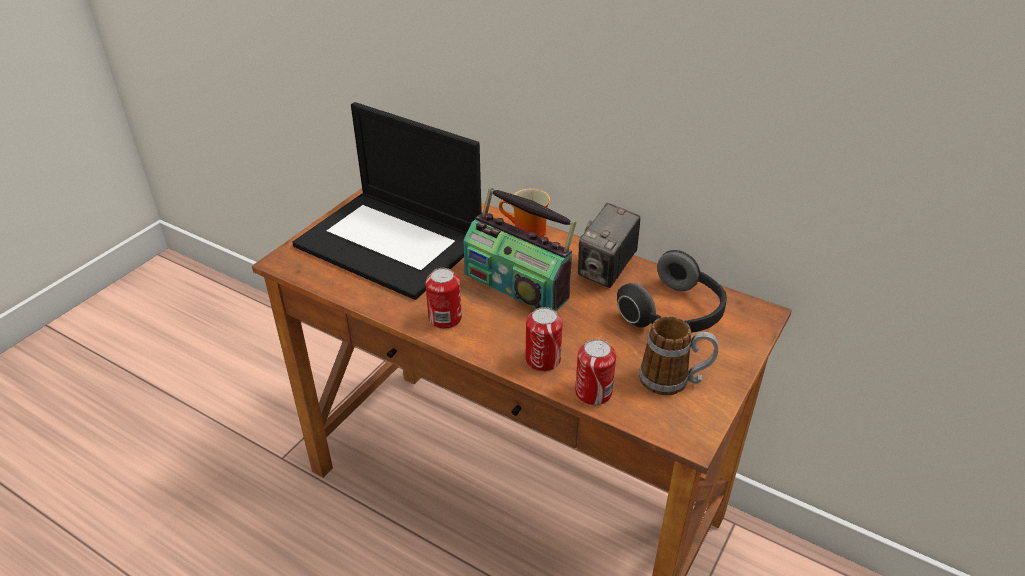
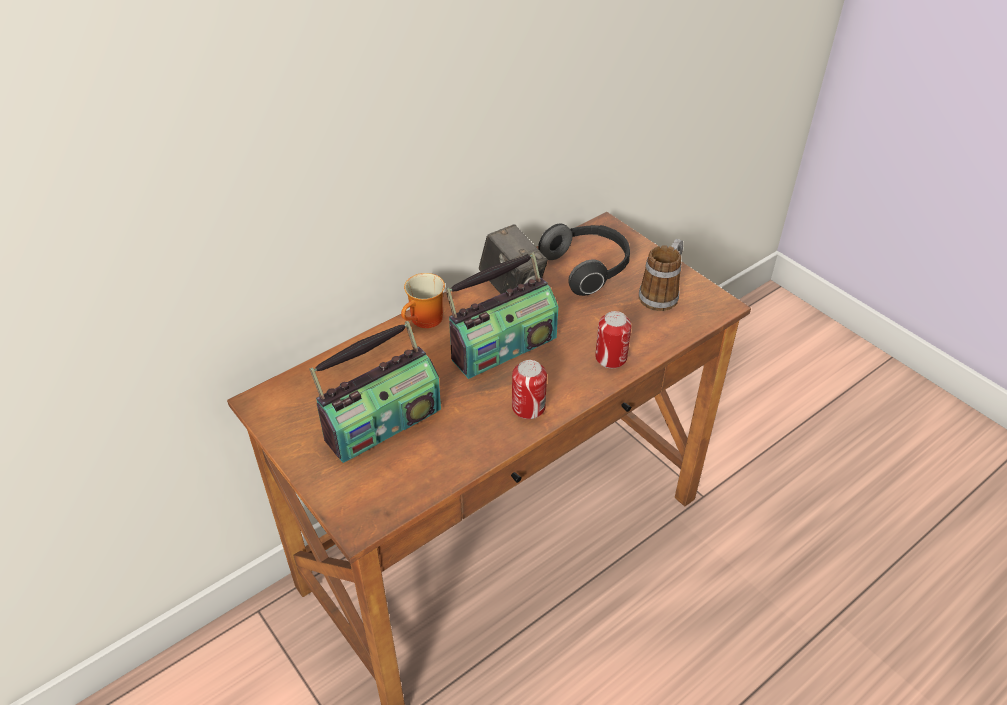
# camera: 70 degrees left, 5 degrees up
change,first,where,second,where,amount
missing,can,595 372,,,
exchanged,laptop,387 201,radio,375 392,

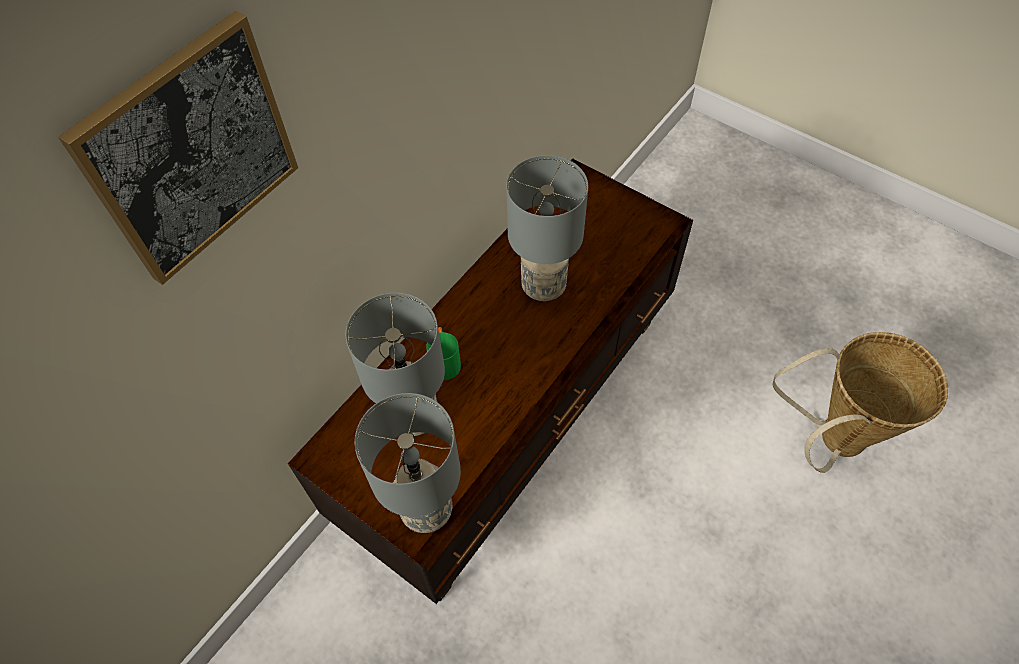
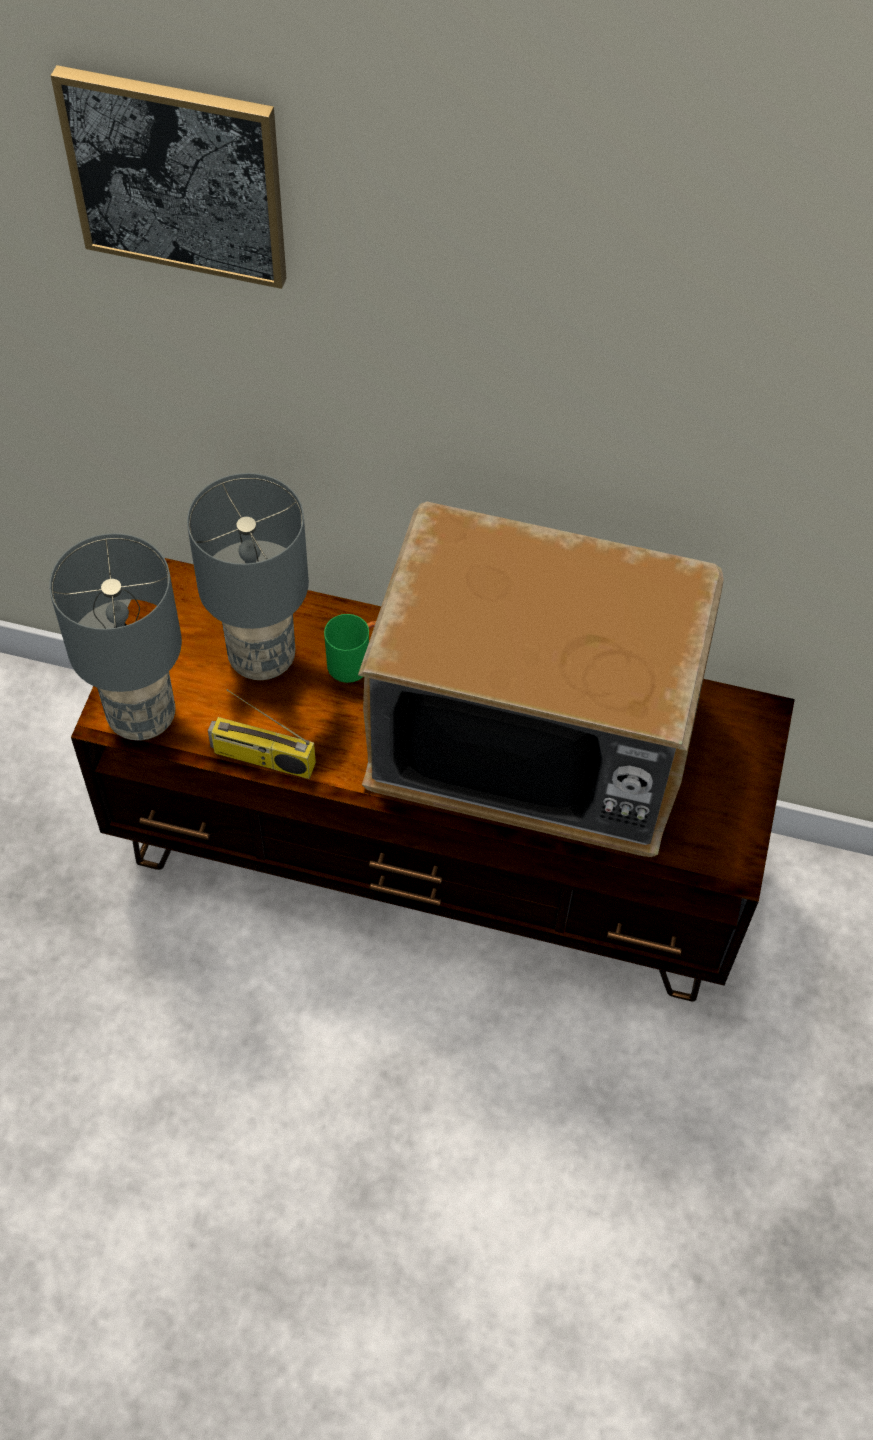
# camera: 65 degrees right, 0 degrees up
change,first,where,second,where,amount
missing,basket,860 402,,,
appeared,,,radio,262 734,
exchanged,table lamp/grey,547 228,television,541 679,

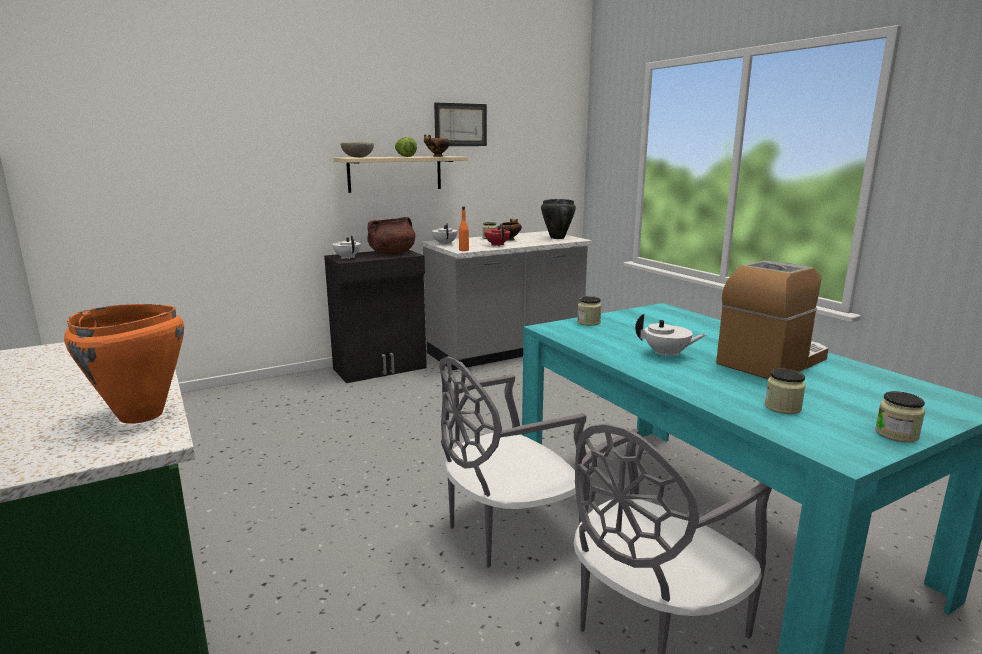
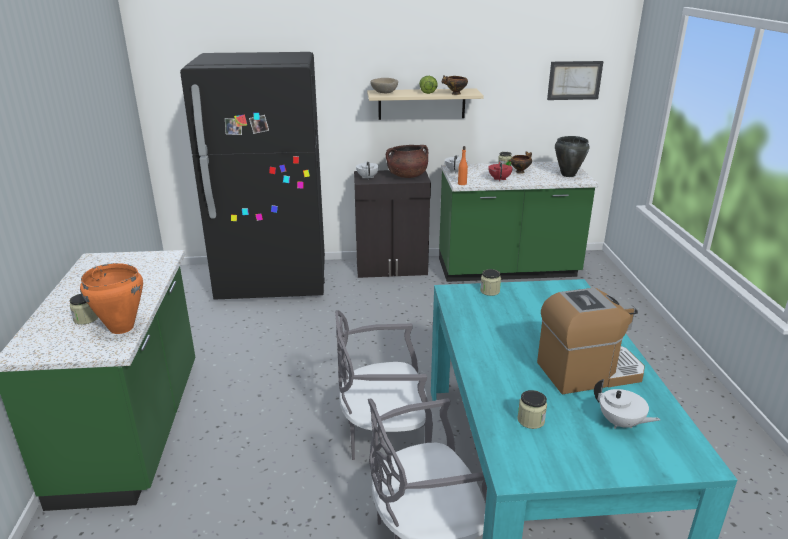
# camera: 25 degrees right, 10 degrees up
change,first,where,second,where,amount
appeared,,,fridge/black,252 176,
relocated,picture,460 124,,575 80,
relocated,teapot/white,670 336,,627 404,
relocated,jar,900 417,,83 309,
colour,counter/grey,507 300,counter/green,519 221,

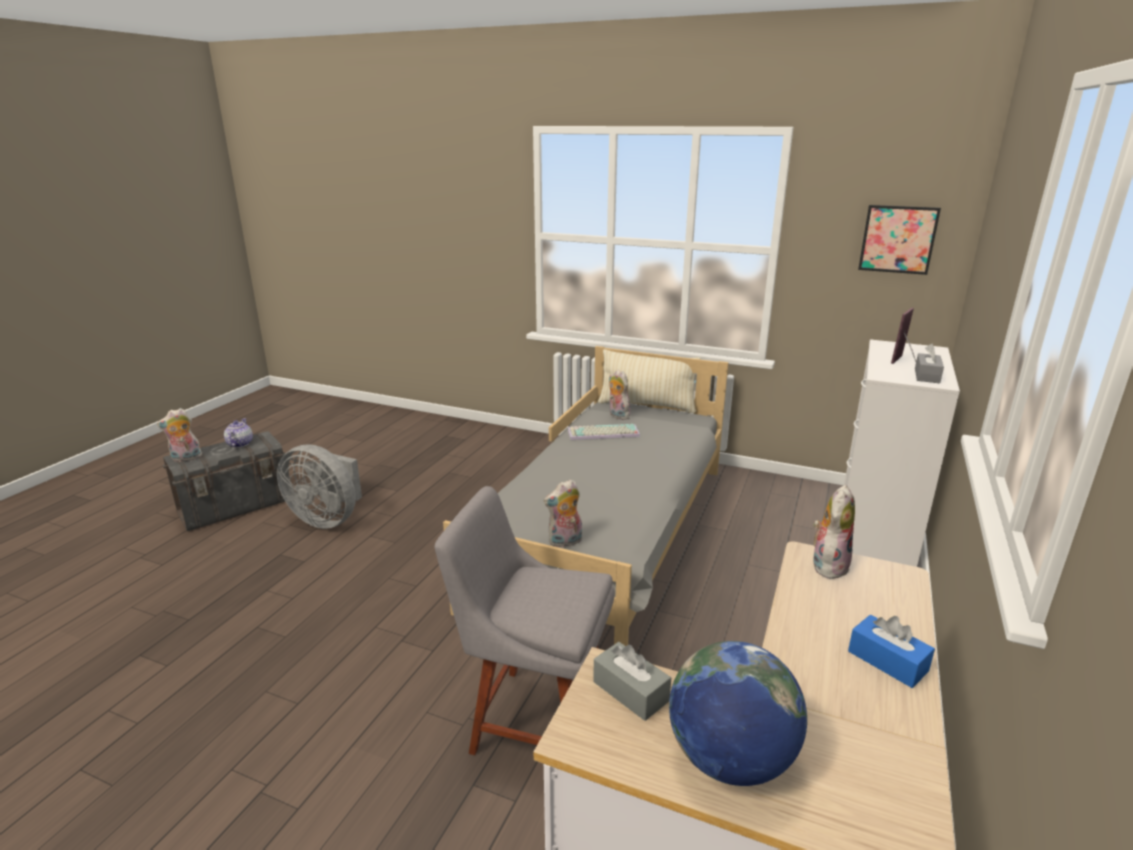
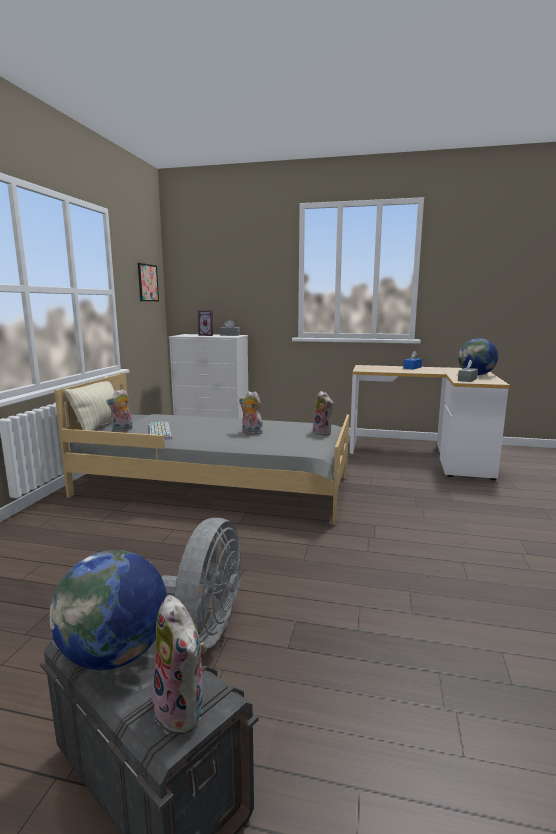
# camera: 100 degrees left, 10 degrees down
change,first,where,second,where,amount
missing,chair/grey,525 620,,,
relocated,plush toy,834 533,,251 413,
exchanged,teapot,238 433,globe,108 610,

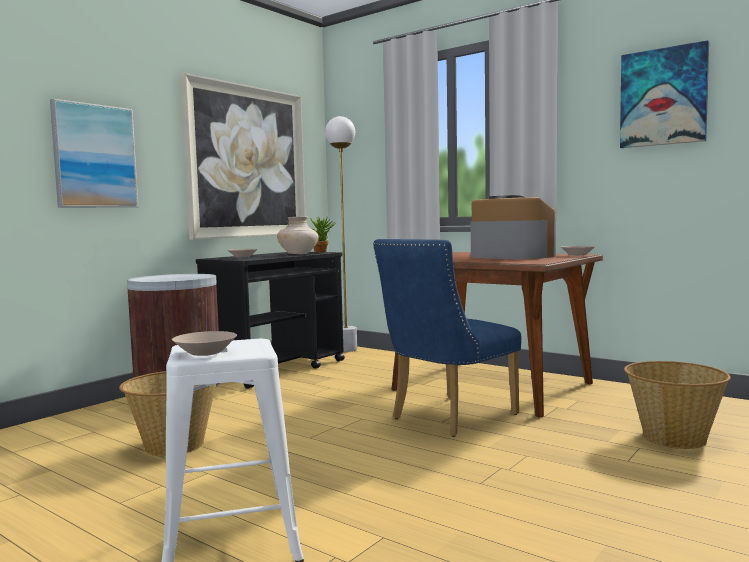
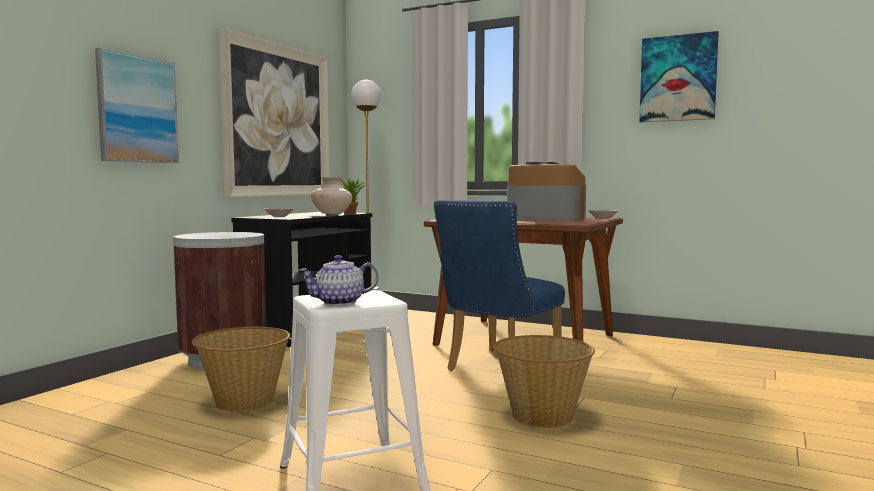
# camera: 10 degrees left, 0 degrees up
change,first,where,second,where,amount
relocated,basket,677 405,,544 381,
exchanged,bowl/beige,204 343,teapot,338 280,

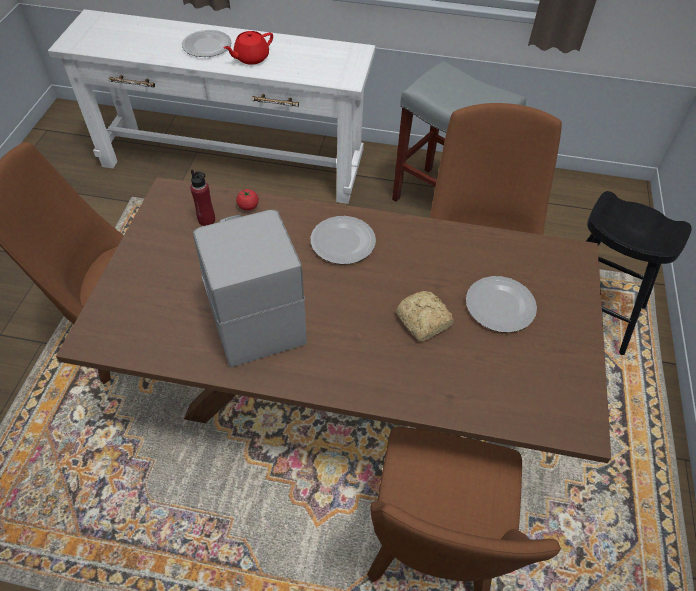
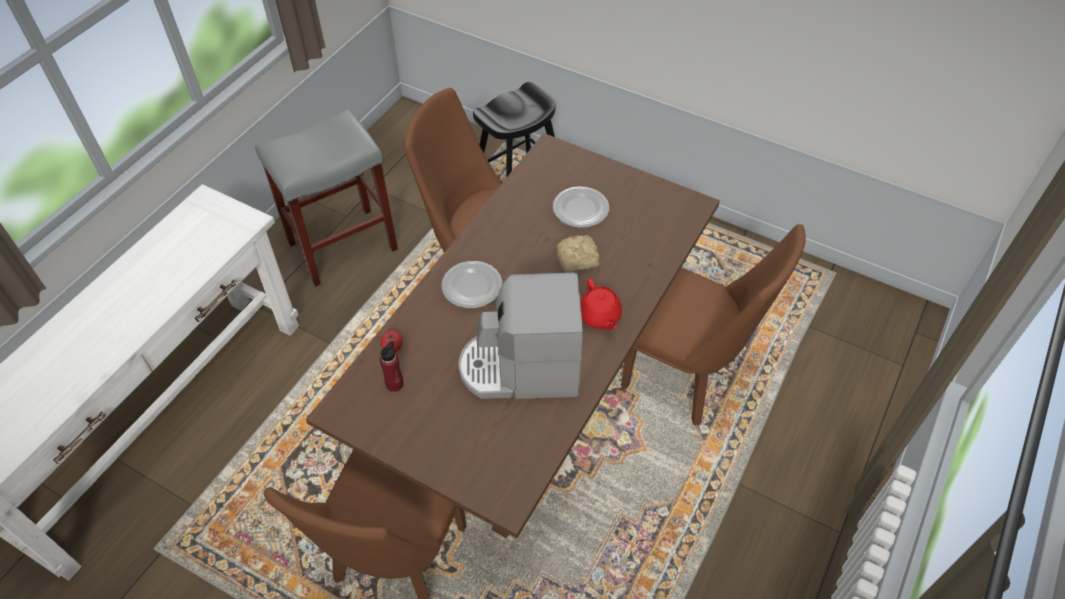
# camera: 70 degrees left, 0 degrees up
change,first,where,second,where,amount
missing,plate,207 43,,,
relocated,teapot/red,248 48,,601 304,

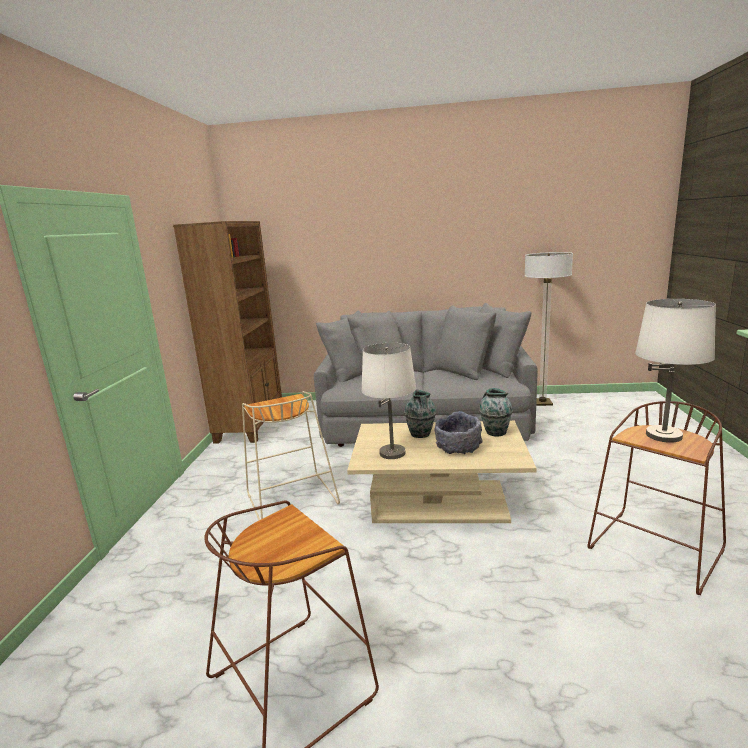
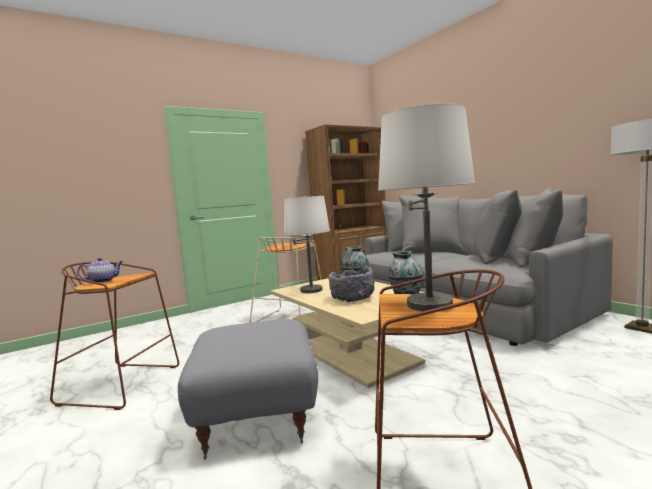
# camera: 50 degrees right, 10 degrees down
change,first,where,second,where,amount
appeared,,,teapot,100 270,
appeared,,,ottoman/grey,248 389,

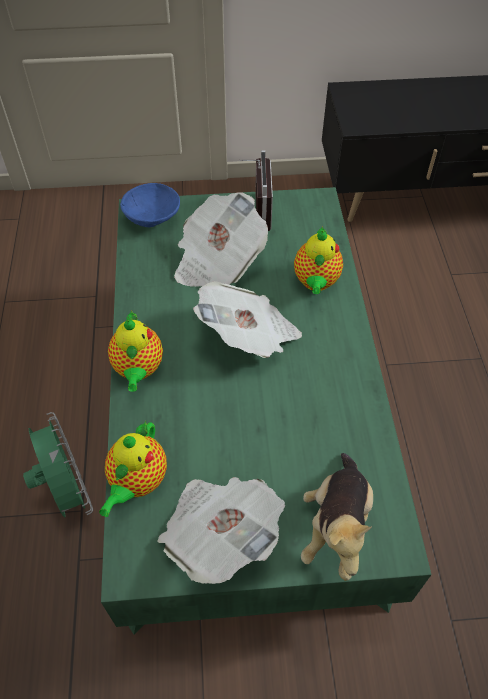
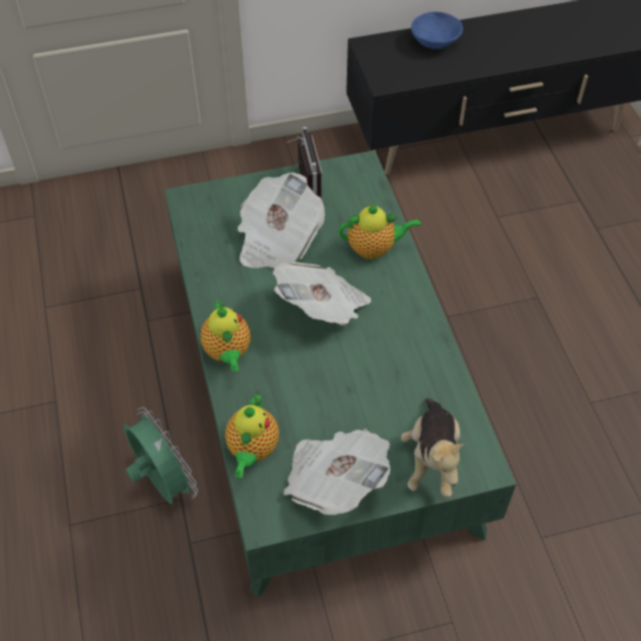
# camera: 10 degrees left, 0 degrees up
change,first,where,second,where,amount
relocated,bowl/blue,150 205,,437 30,
spun,teapot,318 260,,380 231,90 degrees counterclockwise

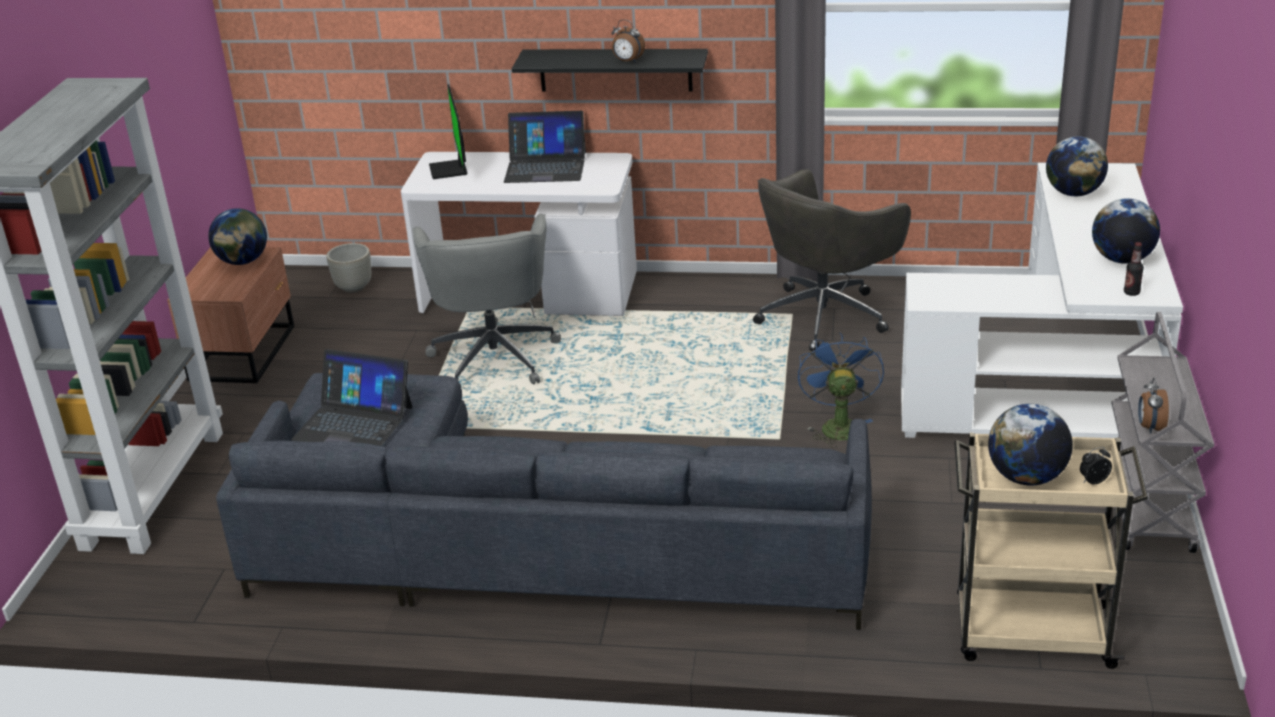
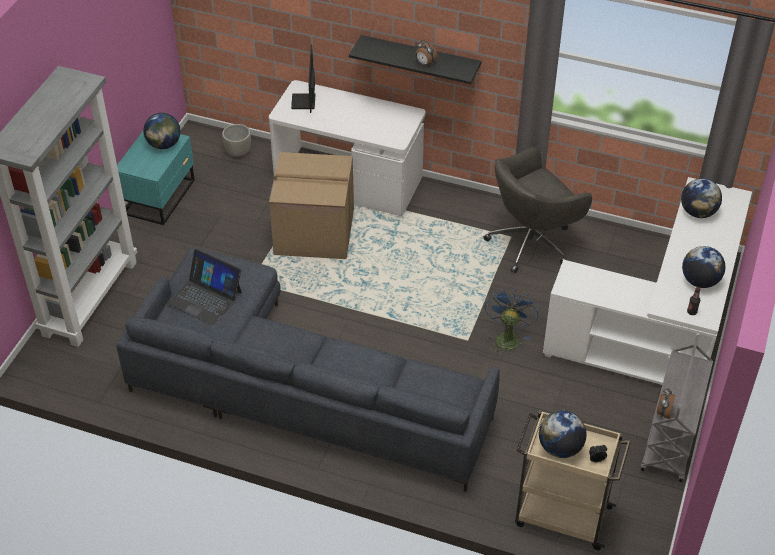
# camera: 10 degrees right, 15 degrees up
change,first,where,second,where,amount
missing,laptop,545 147,,,
exchanged,office chair/grey,486 299,cardboard box,311 205,
colour,nightstand/brown,230 315,nightstand/turquoise,156 178,

